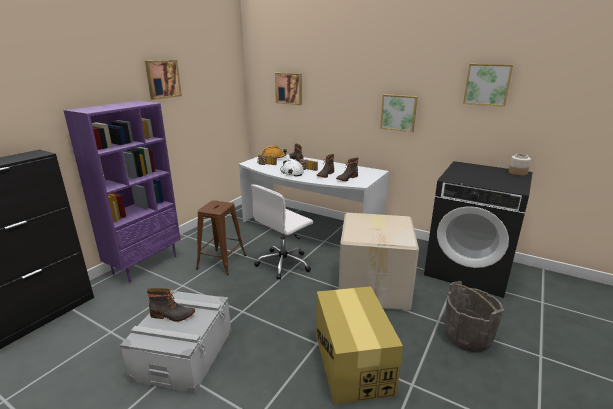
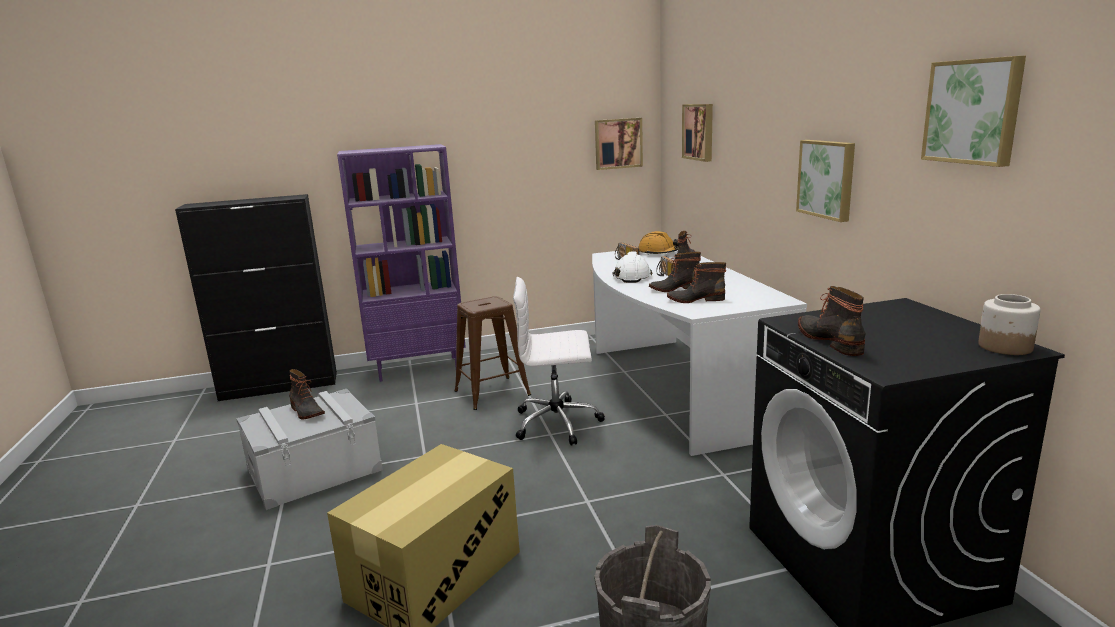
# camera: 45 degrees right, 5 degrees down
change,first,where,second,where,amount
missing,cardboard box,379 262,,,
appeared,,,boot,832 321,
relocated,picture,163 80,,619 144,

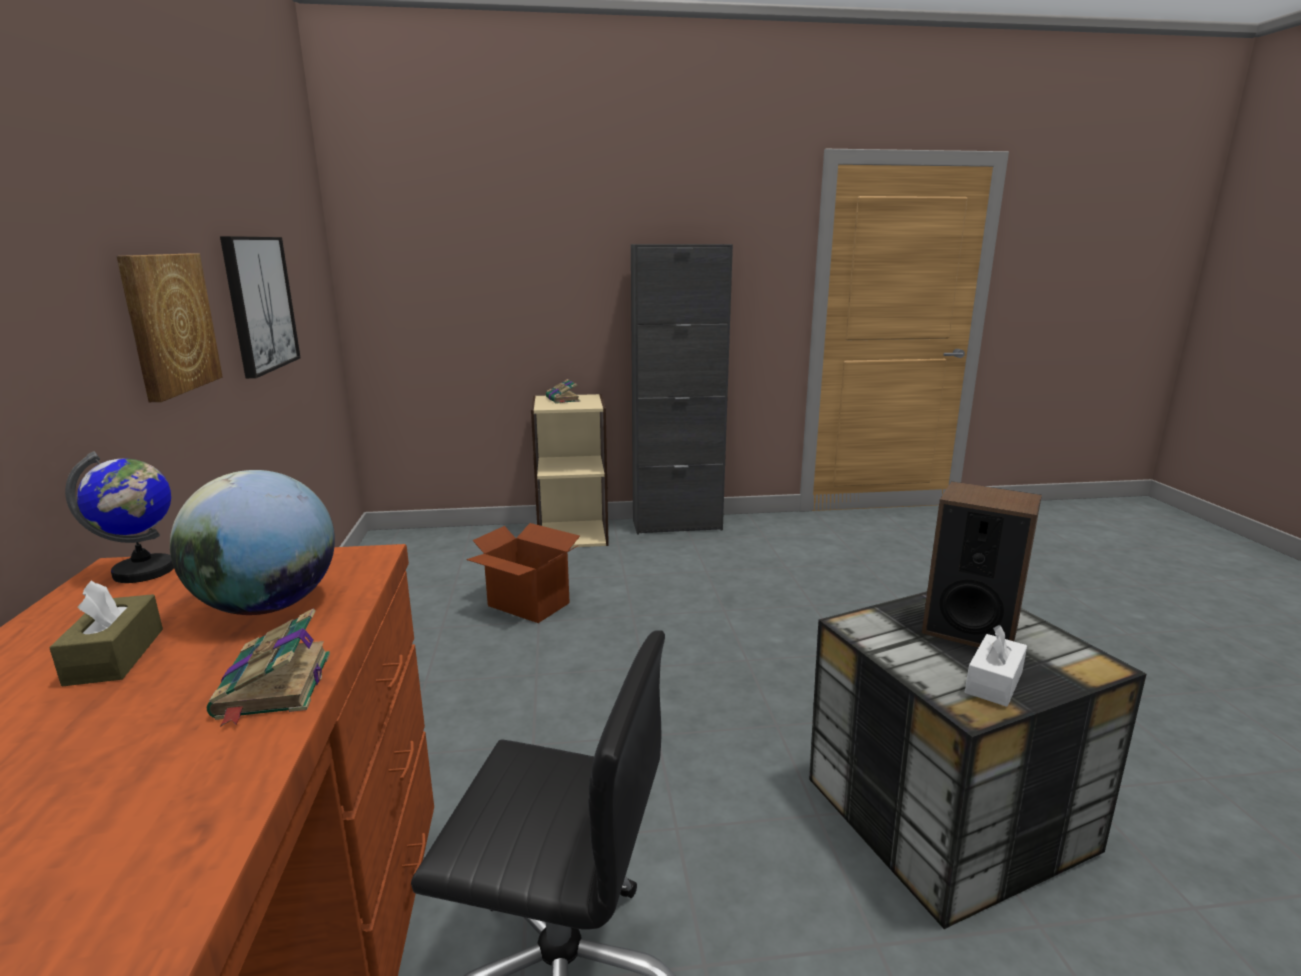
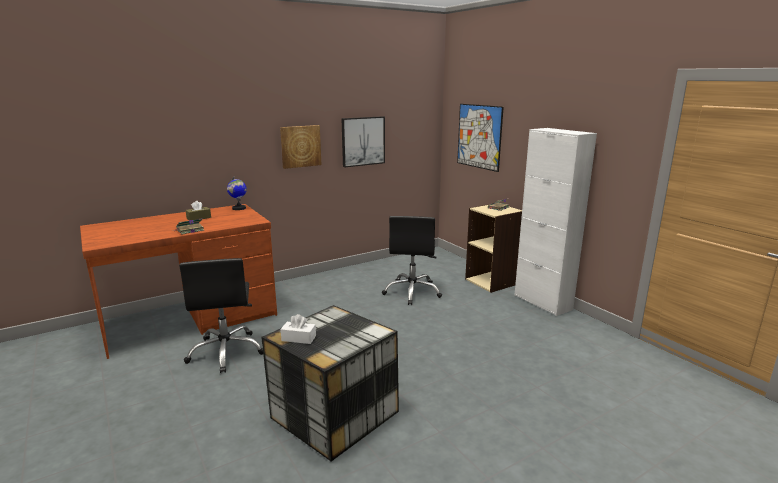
# camera: 65 degrees right, 0 degrees up
change,first,where,second,where,amount
missing,globe,252 542,,,
missing,speaker,982 564,,,
appeared,,,picture,480 138,
exchanged,cardboard box,523 573,office chair/black,412 260,
colour,cabinet/black,682 389,cabinet/white,555 222,

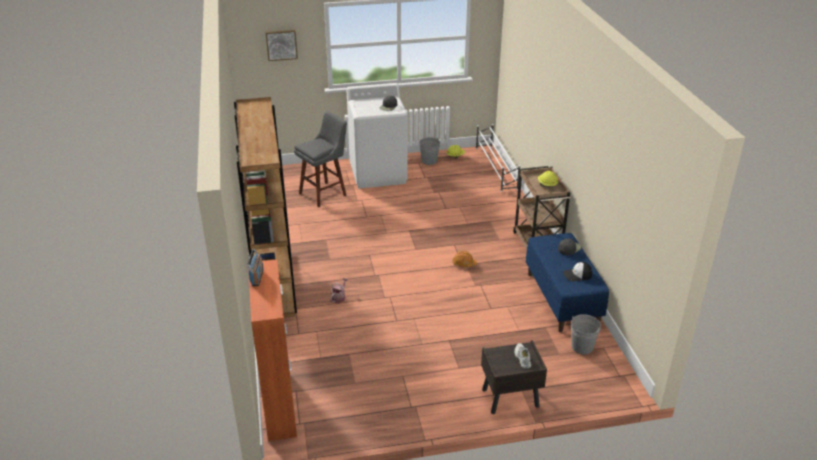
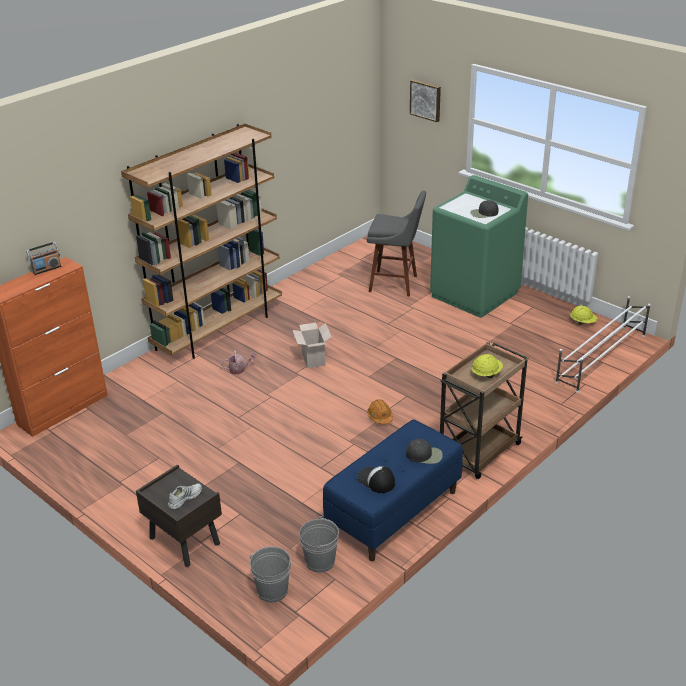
# camera: 55 degrees right, 0 degrees up
change,first,where,second,where,amount
appeared,,,cardboard box,312 345,
relocated,bucket/grey,429 151,,271 574,
colour,washing machine/white,377 136,washing machine/green,479 246,

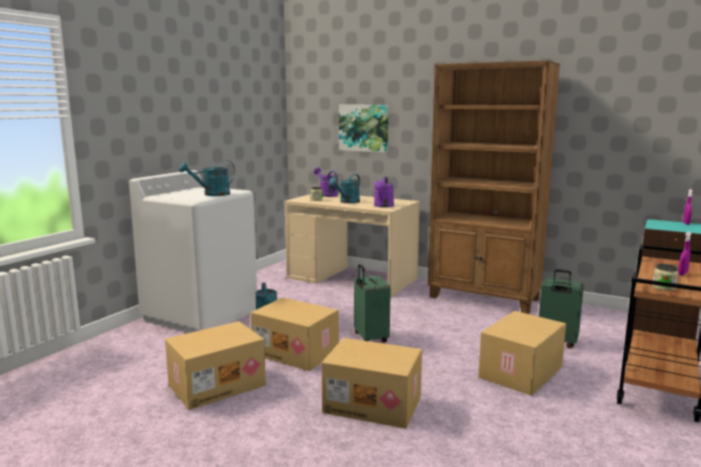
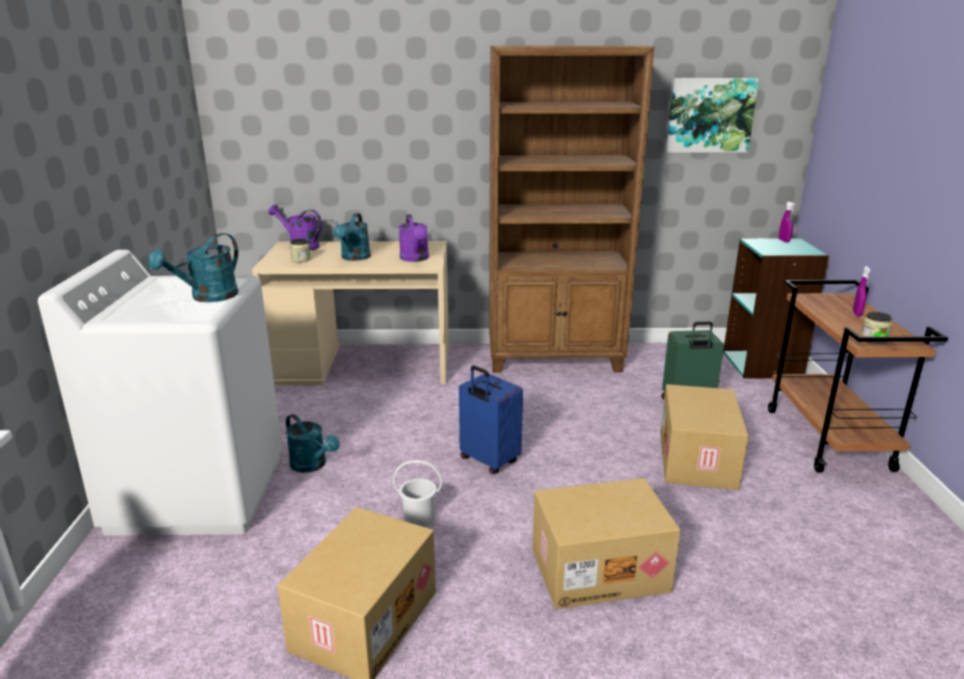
# camera: 30 degrees left, 10 degrees up
change,first,where,second,where,amount
relocated,picture,363 129,,712 115,
exchanged,cardboard box,295 334,bucket/white,417 493,
colour,suitcase/green,372 303,suitcase/blue,491 419,

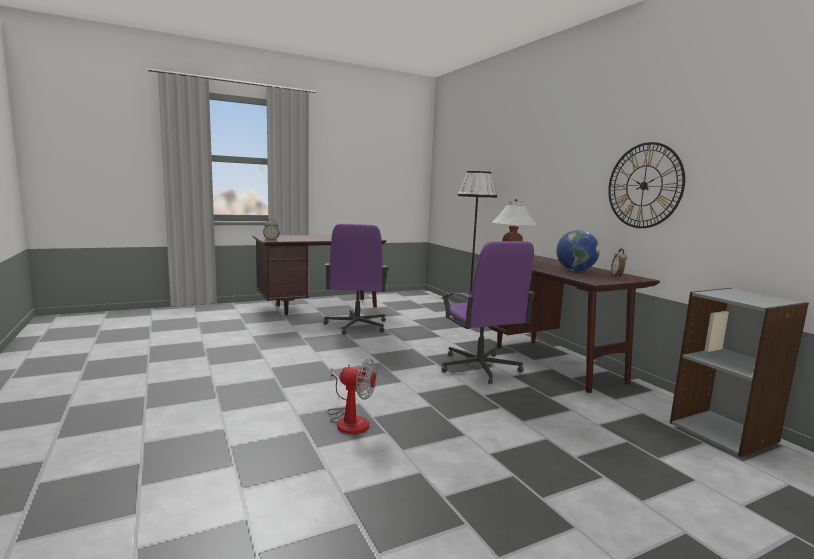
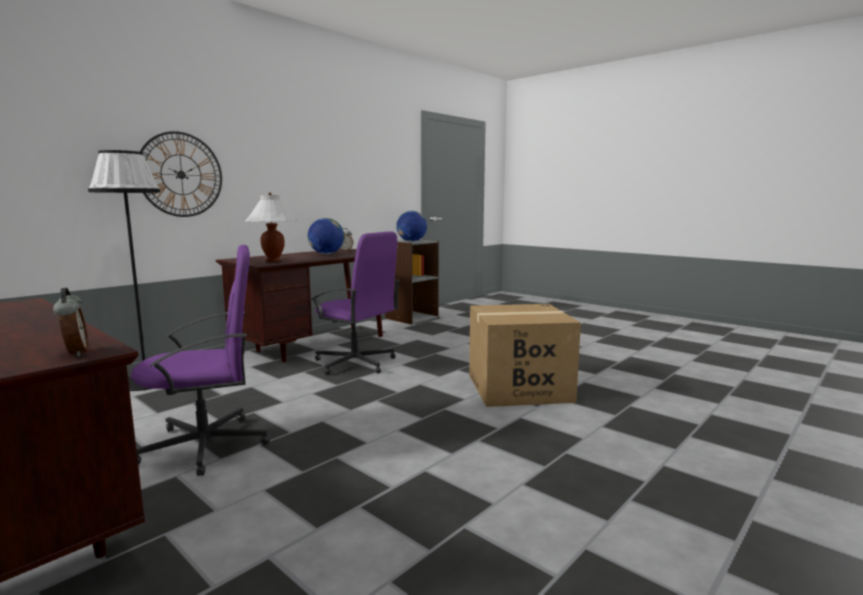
# camera: 110 degrees left, 0 degrees up
change,first,where,second,where,amount
appeared,,,globe,411 226,
relocated,wall clock,646 185,,181 174,
exchanged,fan,352 396,cardboard box,525 355,
spun,office chair/purple,488 312,,355 303,75 degrees clockwise

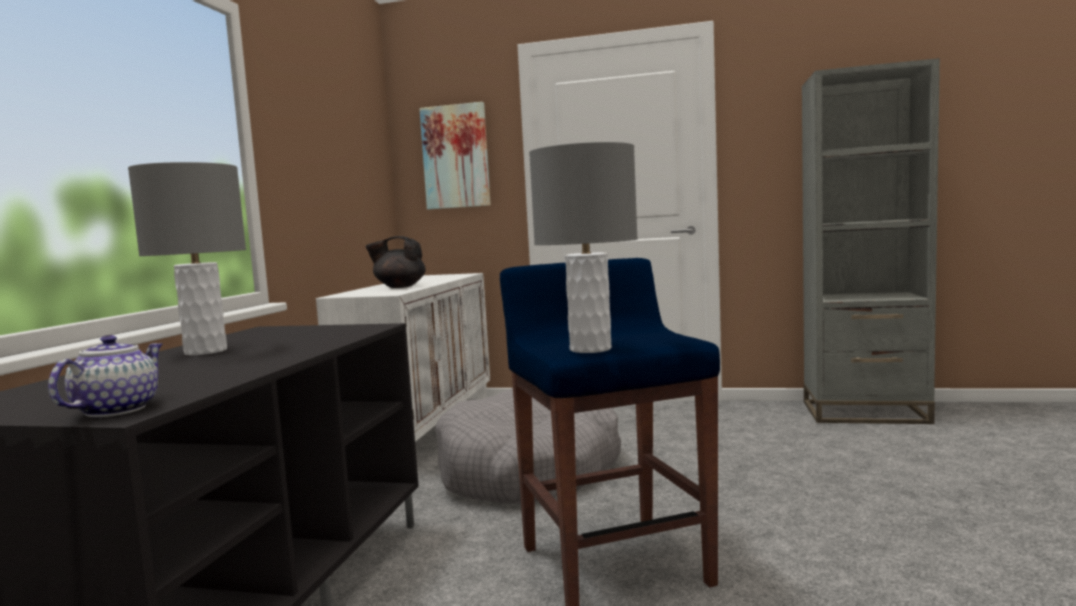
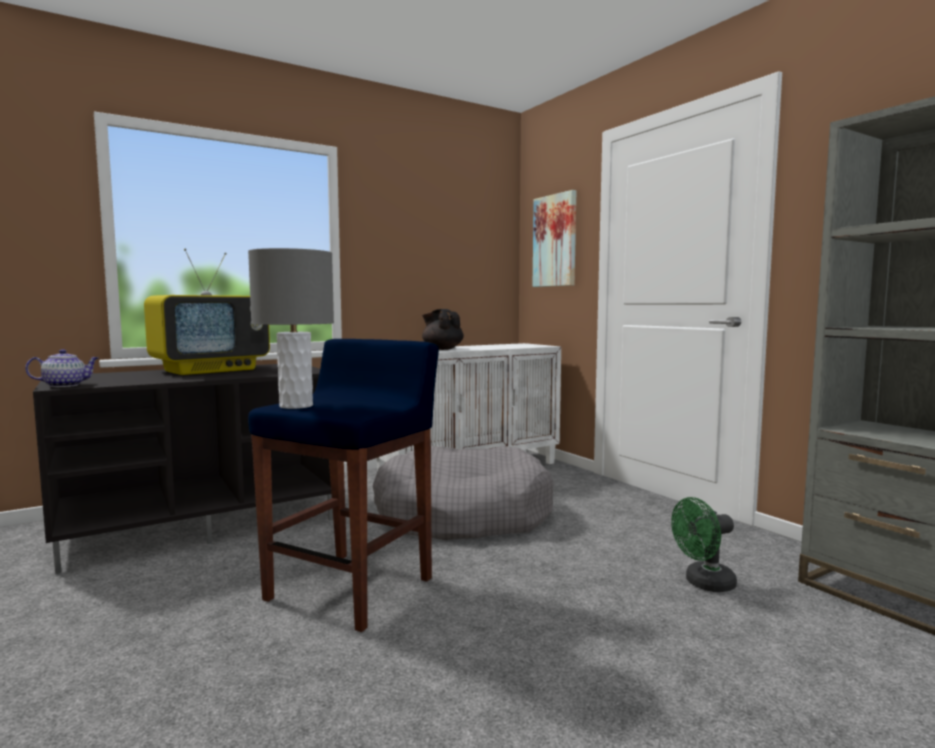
# camera: 45 degrees right, 0 degrees up
change,first,where,second,where,amount
appeared,,,fan/green,704 544,
exchanged,table lamp/grey,187 258,television,207 312,

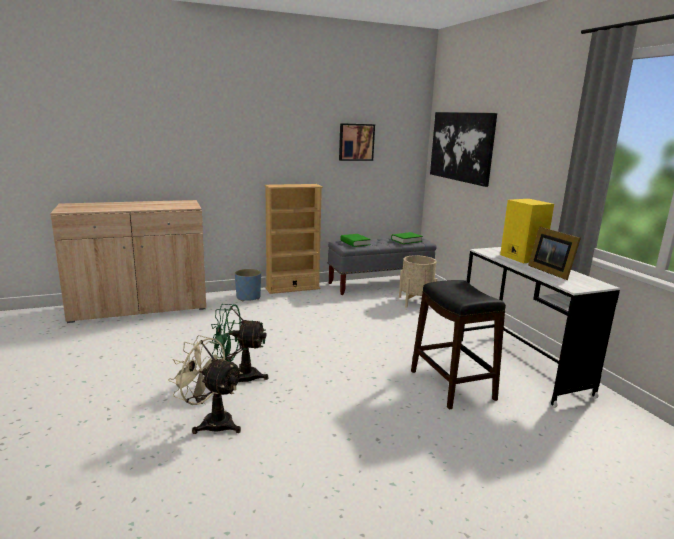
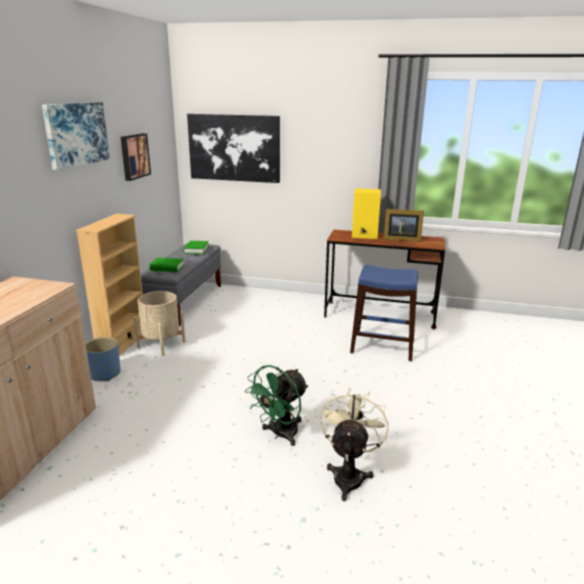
# camera: 55 degrees left, 5 degrees up
change,first,where,second,where,amount
appeared,,,picture,76 136,
relocated,planter/beige,418 281,,160 323,
colour,stool/black,458 344,stool/blue,384 313,
colour,desk/white,541 327,desk/brown,384 279,
spun,fan/beige,205 384,,354 444,135 degrees clockwise

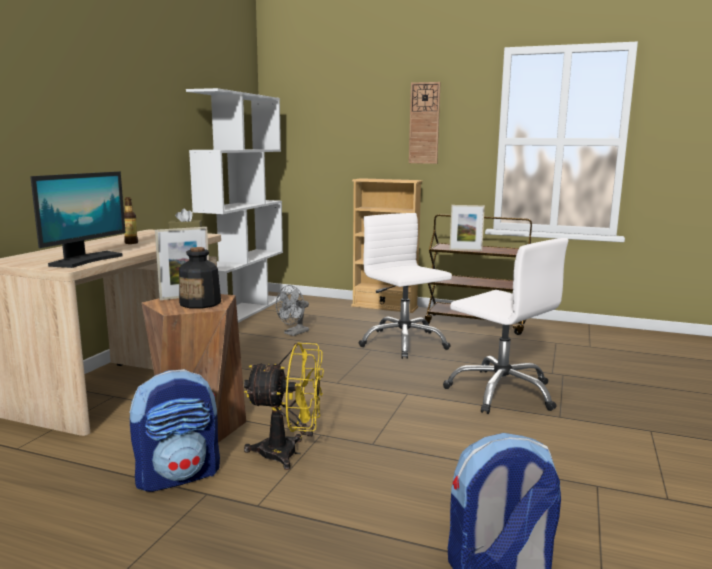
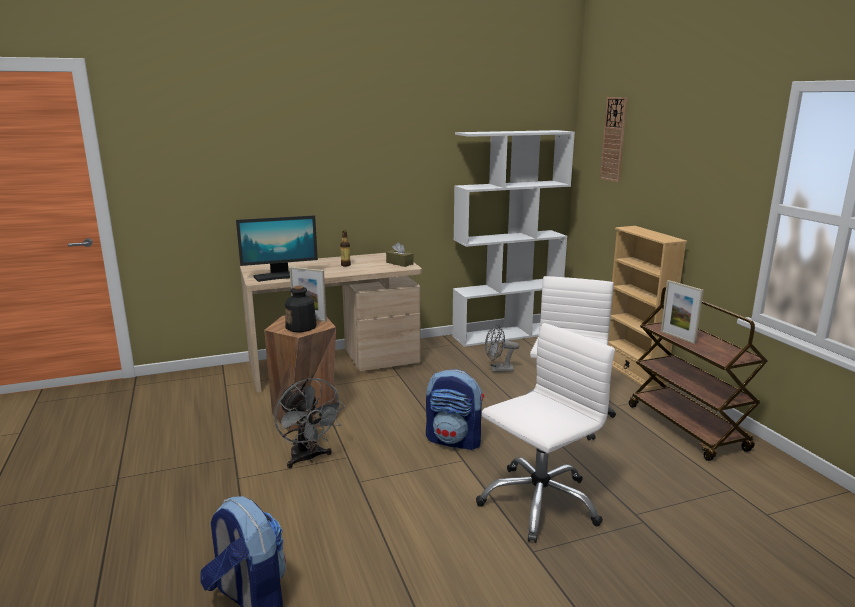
# camera: 50 degrees right, 5 degrees up
change,first,where,second,where,amount
relocated,backpack,174 430,,455 409,
relocated,wall clock,425 123,,614 139,
colour,fan/yellow,284 406,fan/grey,309 423,
spun,office chair/white,505 326,,545 433,135 degrees counterclockwise

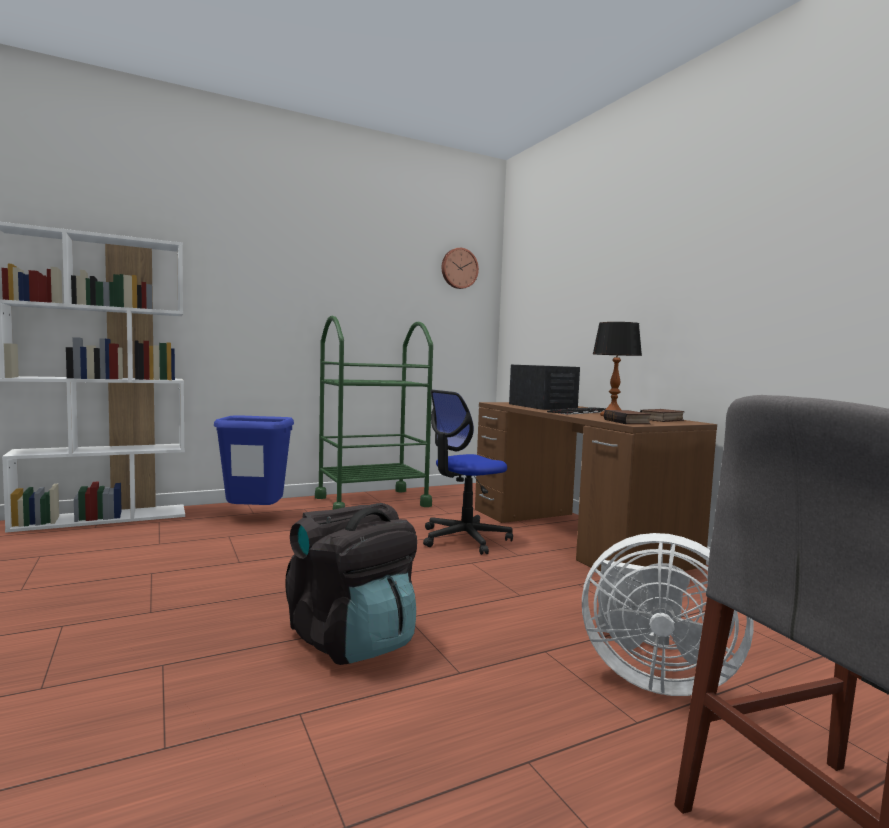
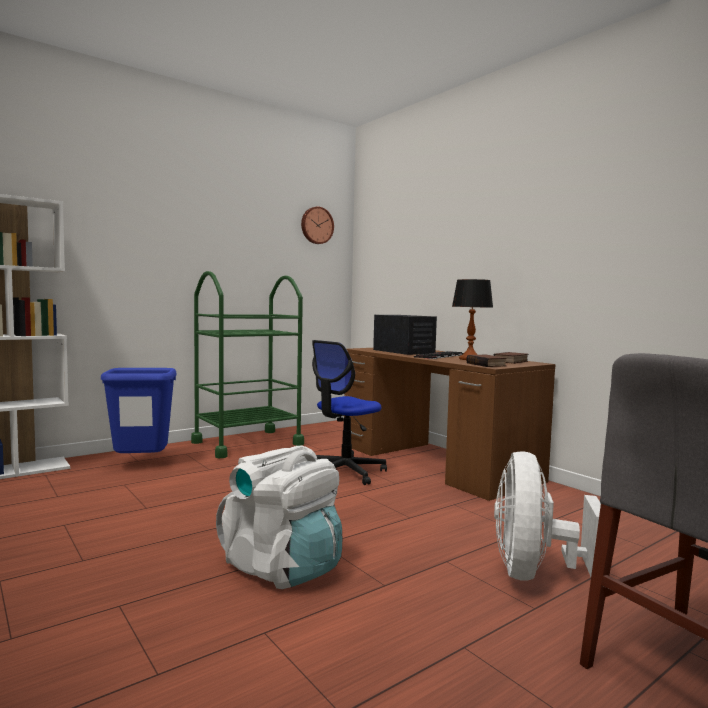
# camera: 10 degrees left, 0 degrees up
change,first,where,second,where,amount
colour,backpack/black,351 584,backpack/white,279 517,
spun,fan/white,668 614,,547 516,90 degrees clockwise

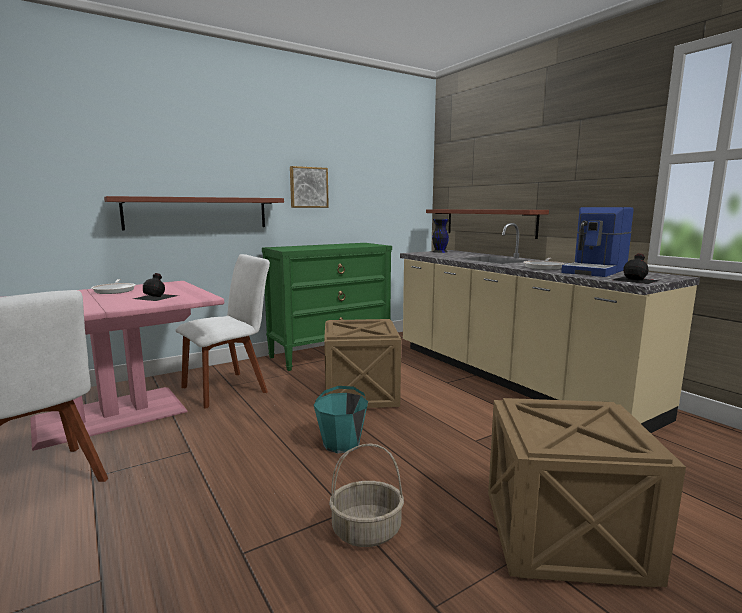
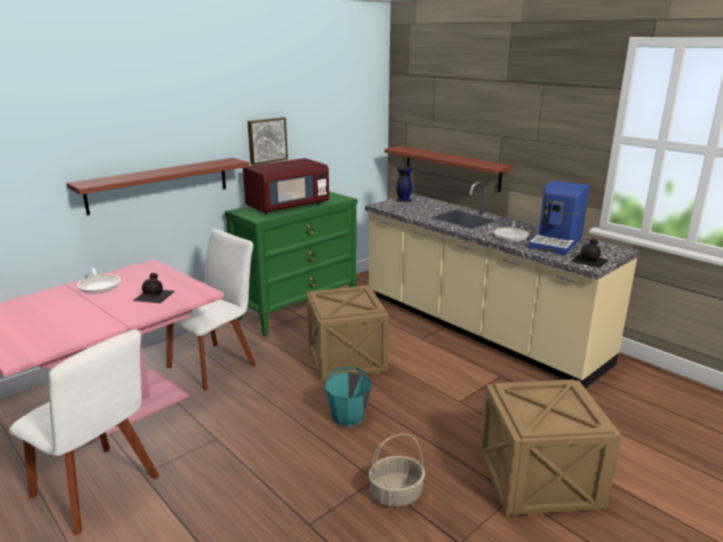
# camera: 10 degrees left, 10 degrees up
change,first,where,second,where,amount
appeared,,,microwave/red,286 186,

